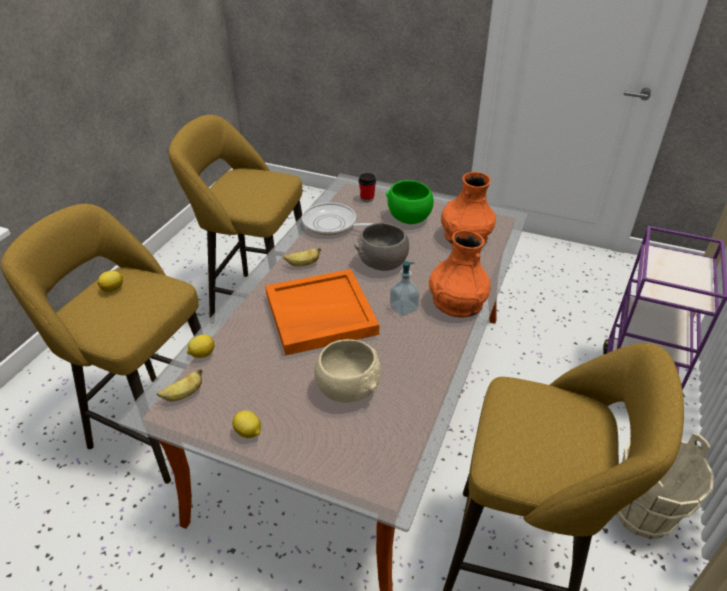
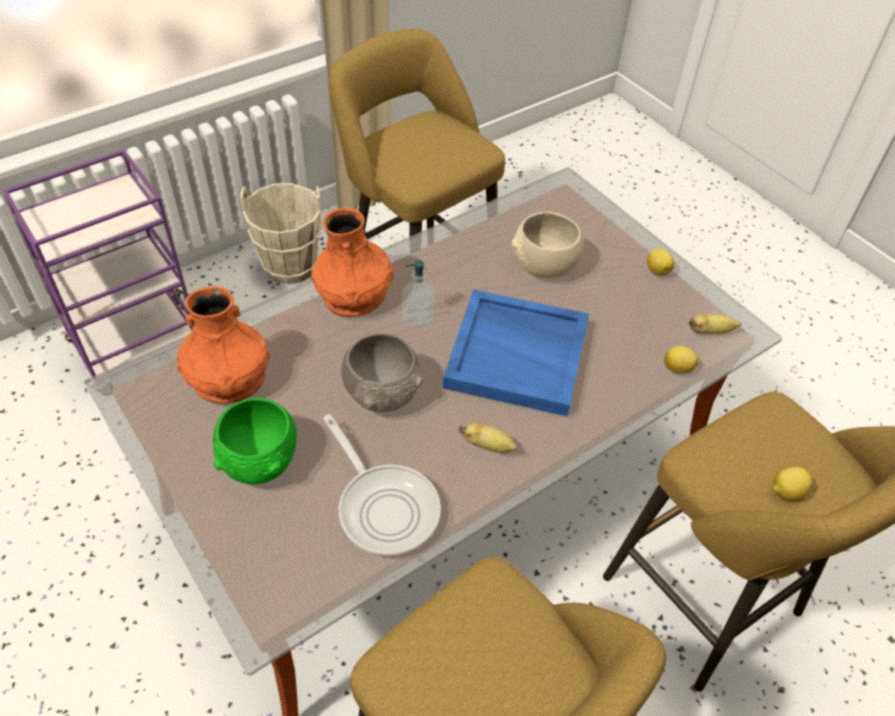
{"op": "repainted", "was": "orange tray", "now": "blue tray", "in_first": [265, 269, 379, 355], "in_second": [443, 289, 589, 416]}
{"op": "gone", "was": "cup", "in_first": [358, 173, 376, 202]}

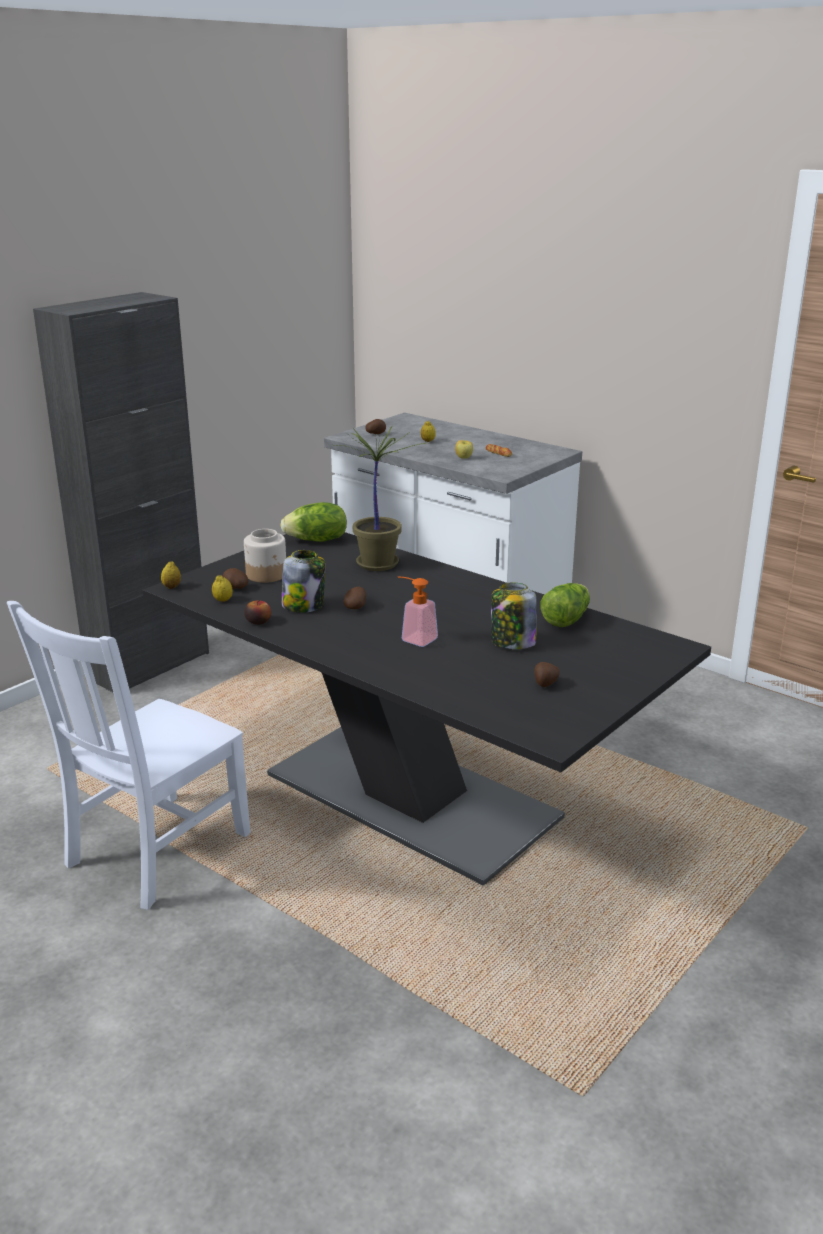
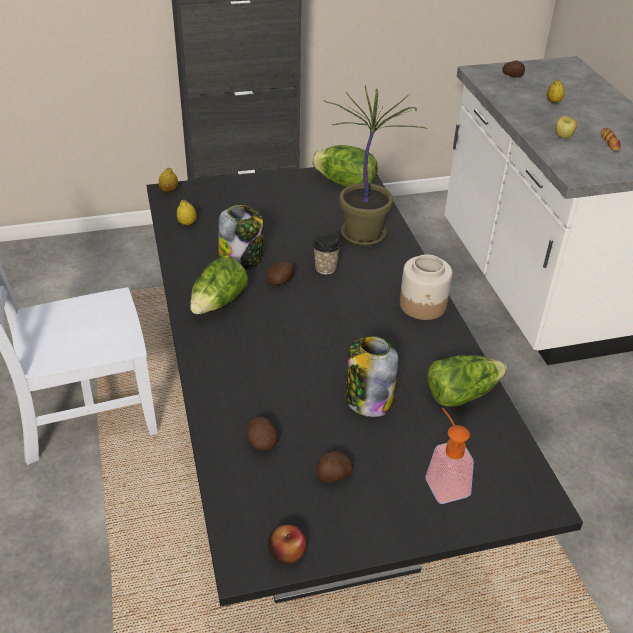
{"op": "new", "now": "lettuce", "in_second": [190, 257, 248, 314]}
{"op": "shifted", "was": "potato", "in_first": [222, 568, 248, 589], "in_second": [247, 417, 278, 451]}
{"op": "shifted", "was": "apple", "in_first": [244, 600, 271, 625], "in_second": [268, 524, 306, 564]}
{"op": "new", "now": "cup", "in_second": [313, 233, 341, 275]}
{"op": "shifted", "was": "jar", "in_first": [244, 529, 286, 583], "in_second": [400, 254, 452, 320]}
{"op": "shifted", "was": "soap dispenser", "in_first": [397, 576, 438, 647], "in_second": [425, 407, 474, 504]}

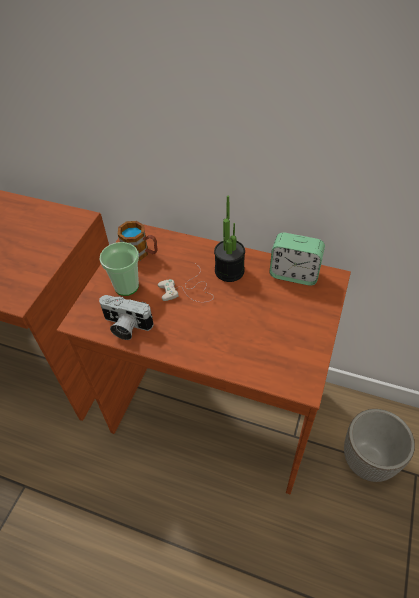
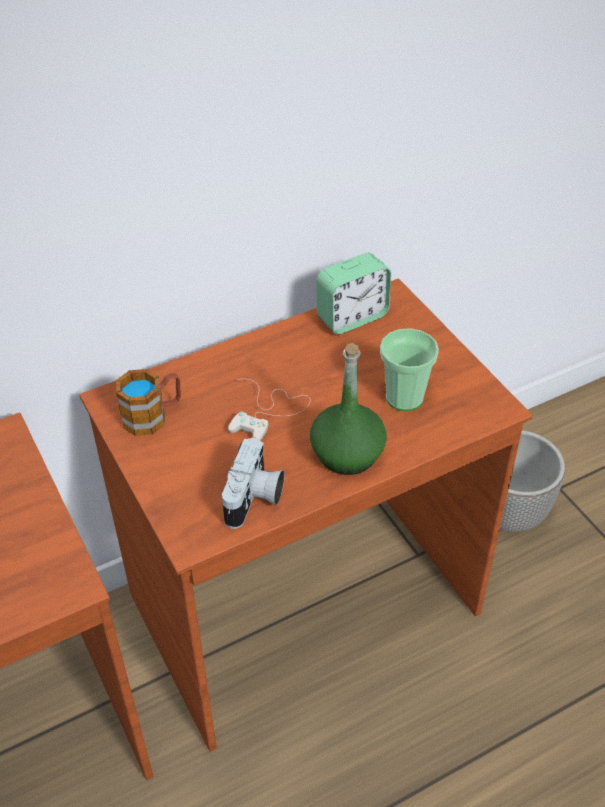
{"op": "rotated", "was": "photo camera", "in_first": [99, 295, 153, 340], "in_second": [222, 437, 284, 529], "clockwise": -45}
{"op": "new", "now": "green bottle", "in_second": [310, 343, 387, 475]}
{"op": "shifted", "was": "cup", "in_first": [99, 242, 139, 296], "in_second": [380, 328, 439, 411]}
{"op": "gone", "was": "potted plant", "in_first": [214, 196, 245, 282]}

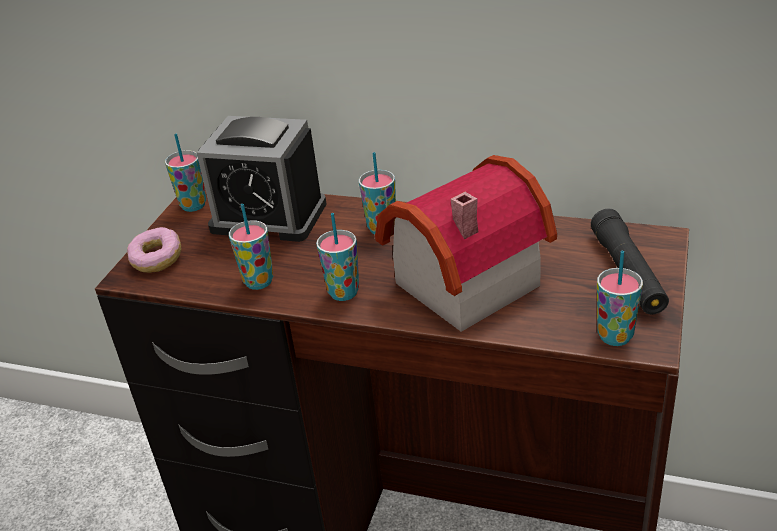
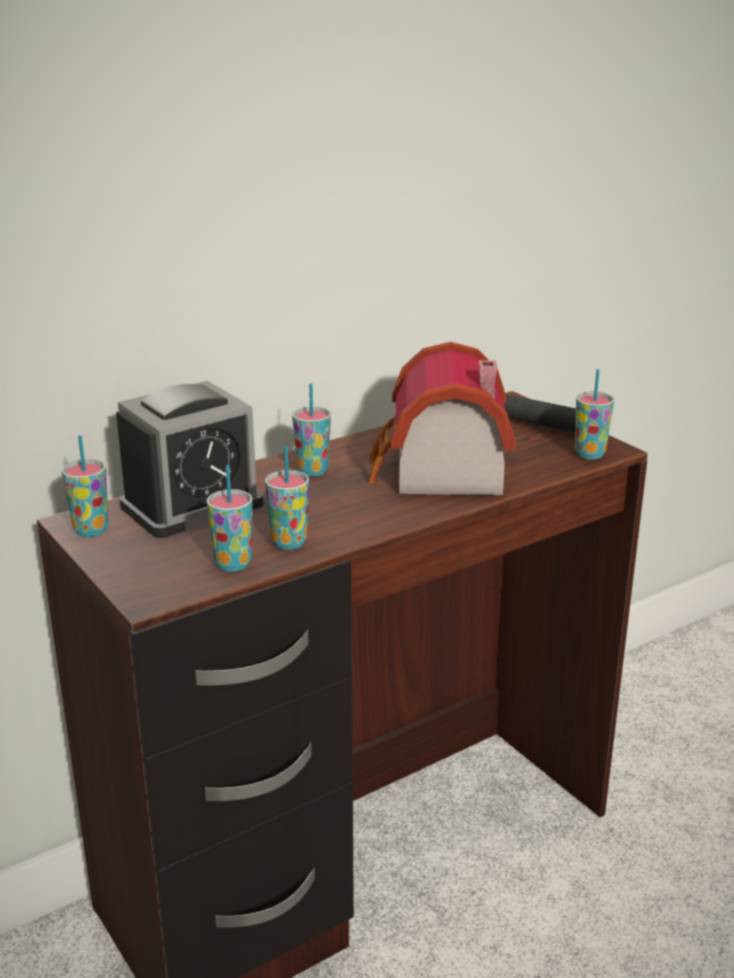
{"op": "shifted", "was": "cup", "in_first": [316, 213, 359, 301], "in_second": [207, 465, 253, 572]}
{"op": "gone", "was": "donut", "in_first": [127, 227, 181, 273]}

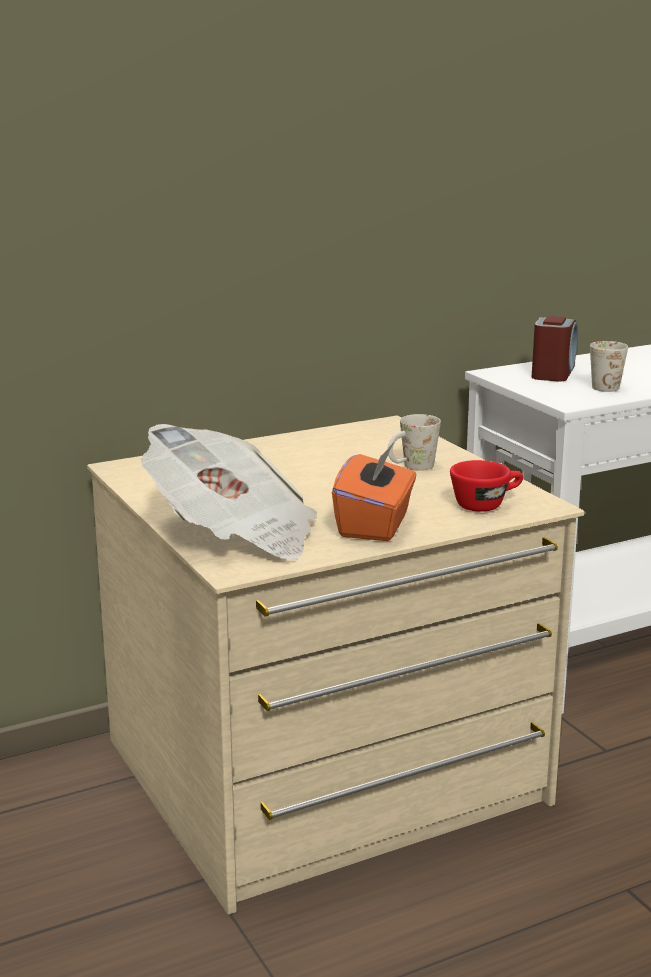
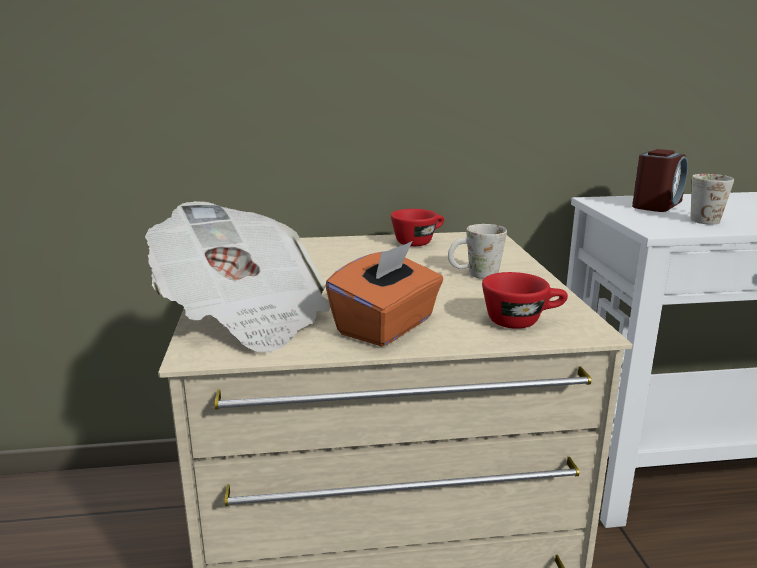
{"op": "new", "now": "red cup", "in_second": [391, 209, 444, 246]}

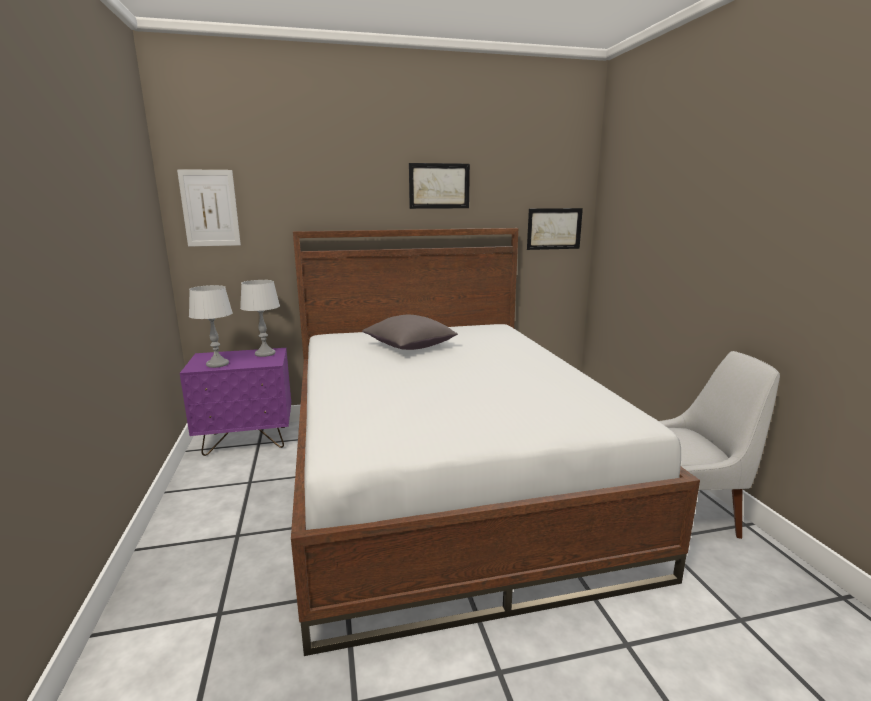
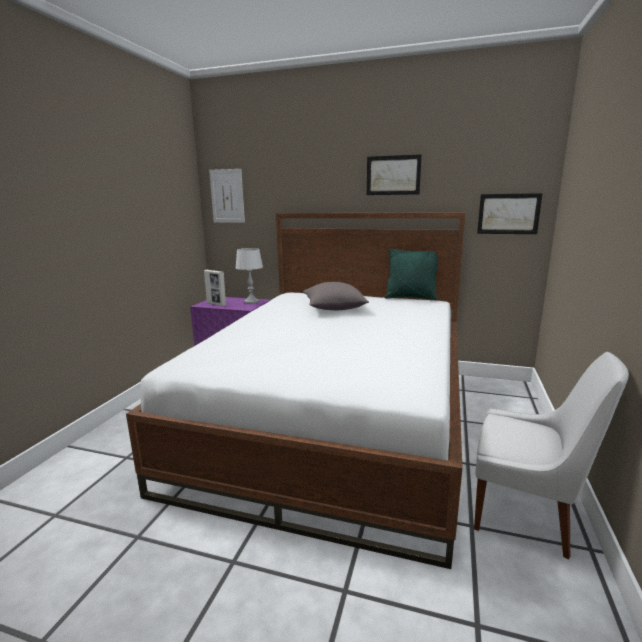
{"op": "swapped", "was": "grey table lamp", "now": "picture frame", "in_first": [189, 285, 233, 368], "in_second": [204, 270, 226, 306]}
{"op": "new", "now": "green pillow", "in_second": [384, 249, 438, 300]}

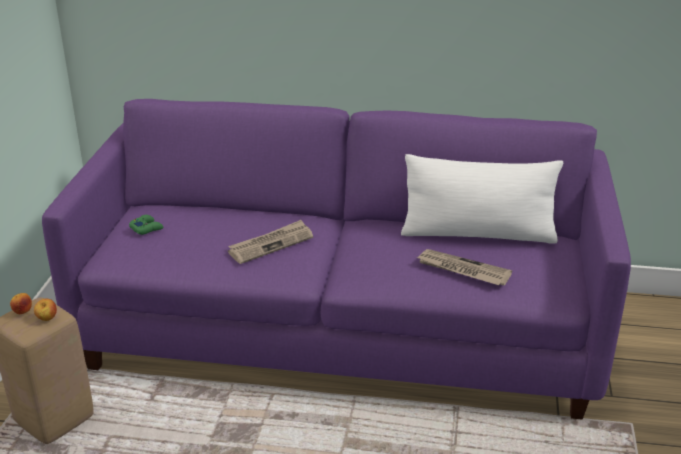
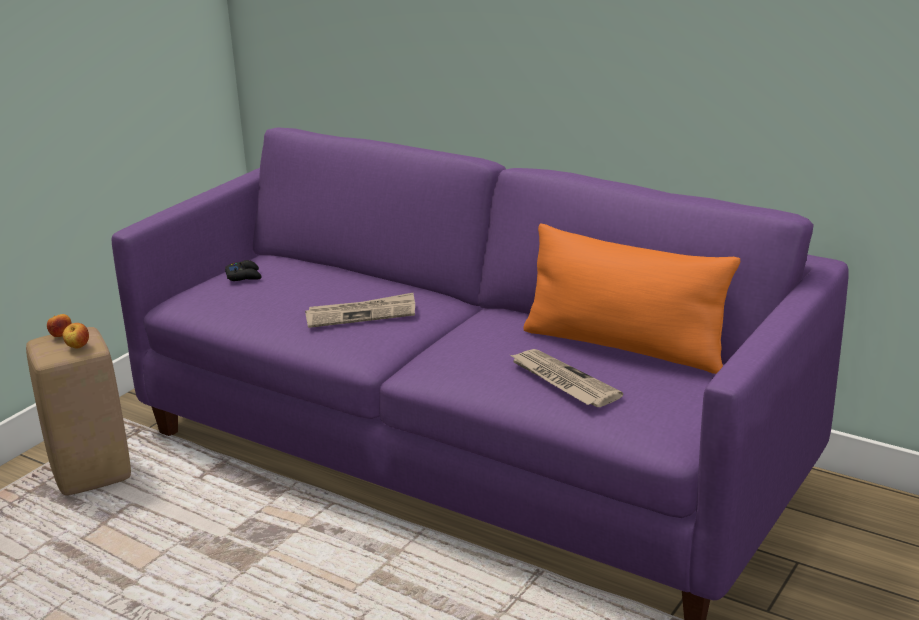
{"op": "repainted", "was": "green game controller", "now": "black game controller", "in_first": [129, 215, 163, 235], "in_second": [225, 260, 262, 281]}
{"op": "repainted", "was": "white pillow", "now": "orange pillow", "in_first": [401, 154, 563, 244], "in_second": [524, 223, 740, 374]}

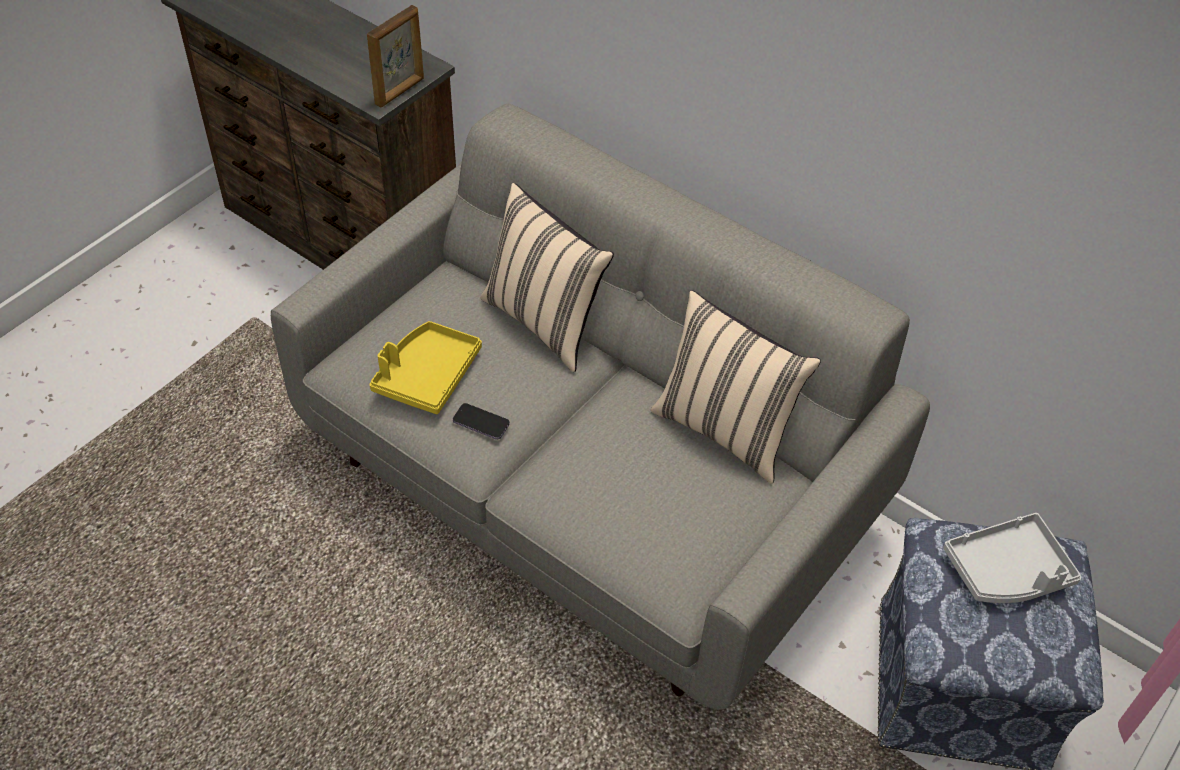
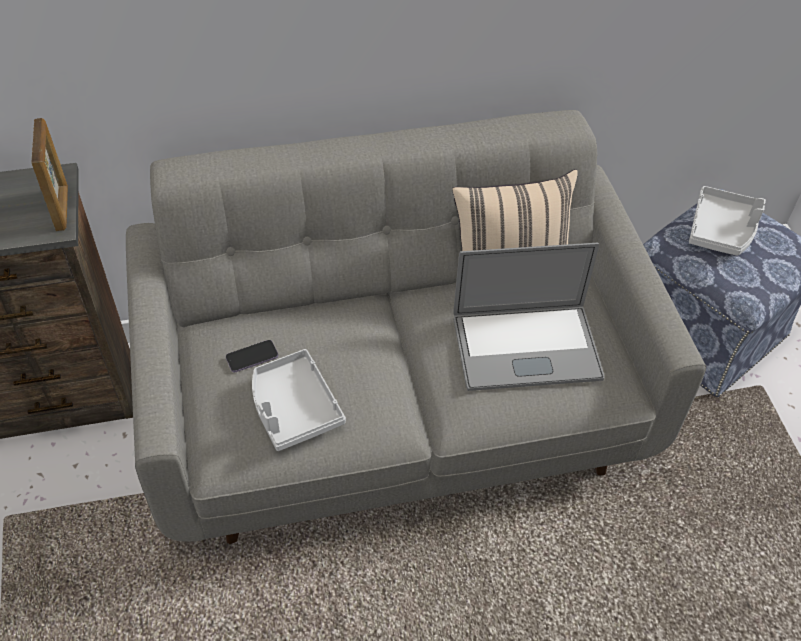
{"op": "shifted", "was": "phone", "in_first": [453, 403, 510, 440], "in_second": [226, 340, 278, 372]}
{"op": "repainted", "was": "yellow tray", "now": "grey tray", "in_first": [369, 321, 482, 414], "in_second": [252, 349, 346, 451]}
{"op": "new", "now": "laptop", "in_second": [453, 243, 604, 391]}
{"op": "gone", "was": "beige pillow", "in_first": [480, 183, 614, 372]}

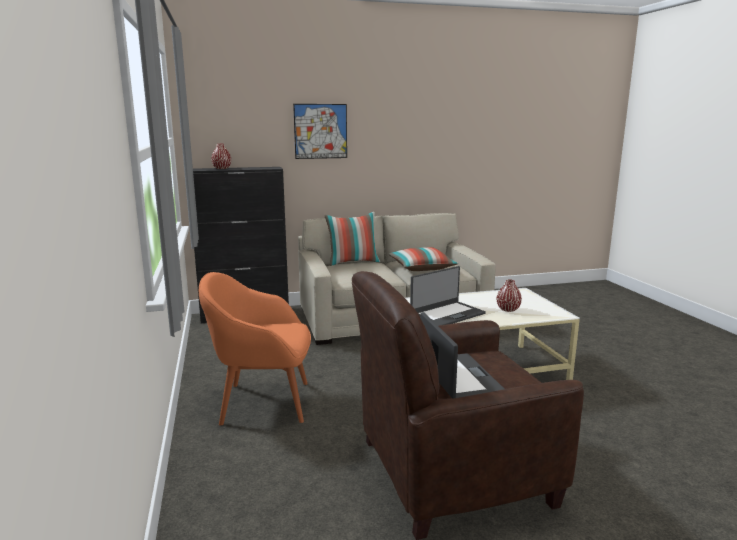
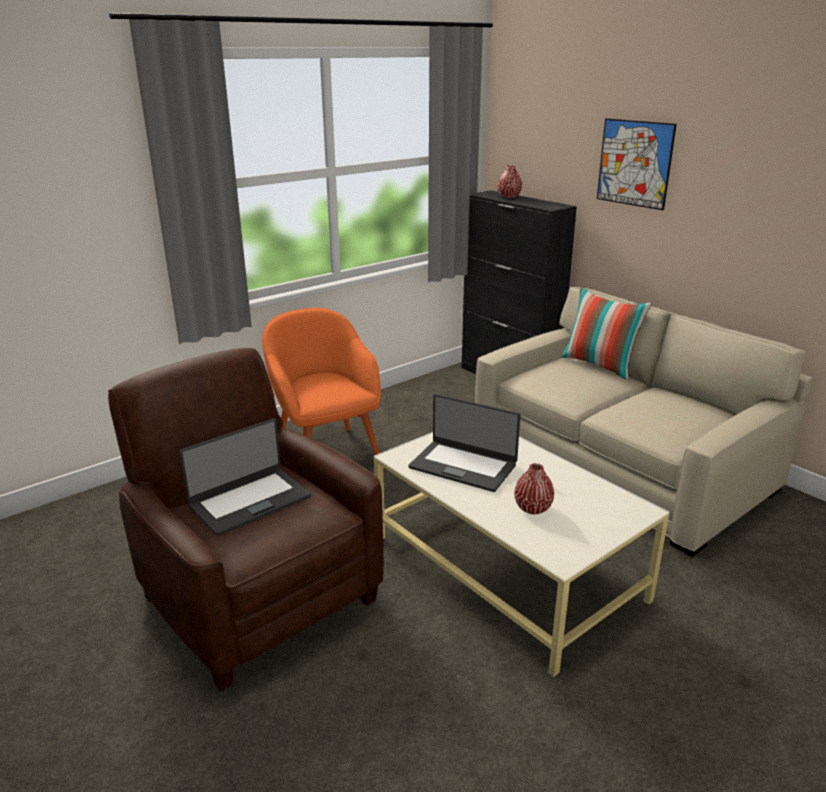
{"op": "gone", "was": "pillow", "in_first": [388, 247, 458, 271]}

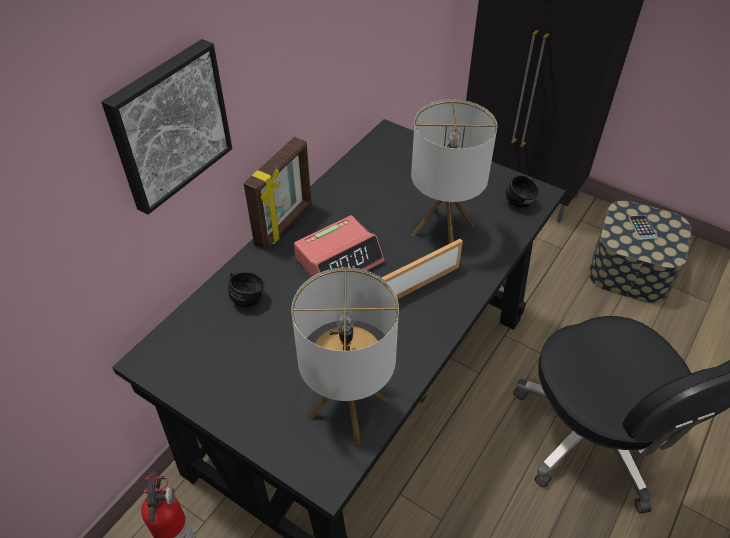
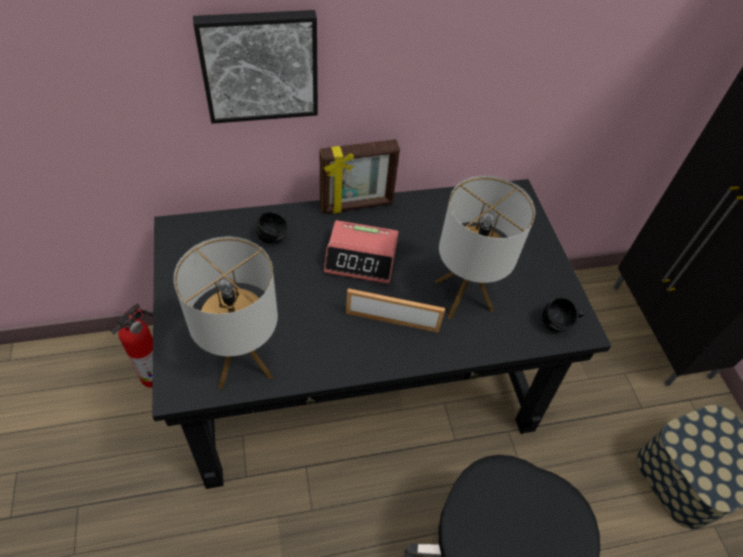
{"op": "gone", "was": "phone", "in_first": [629, 215, 658, 240]}

